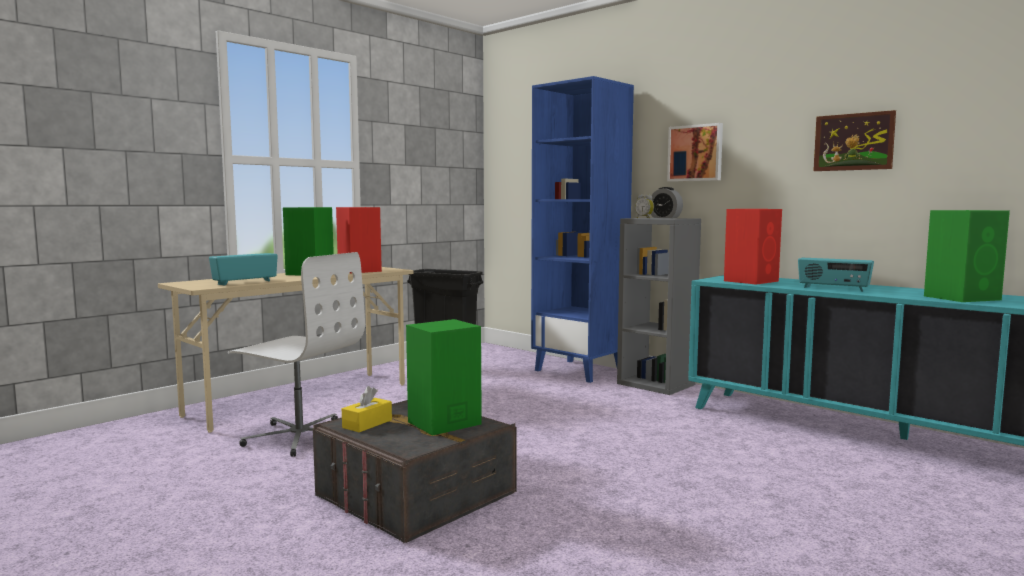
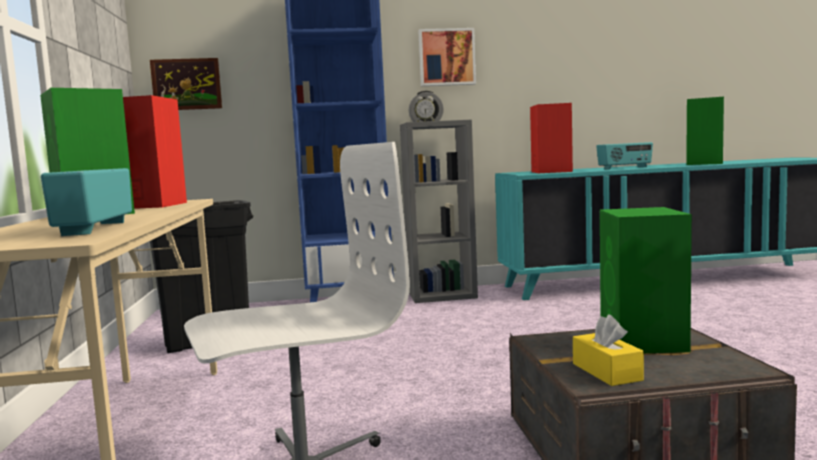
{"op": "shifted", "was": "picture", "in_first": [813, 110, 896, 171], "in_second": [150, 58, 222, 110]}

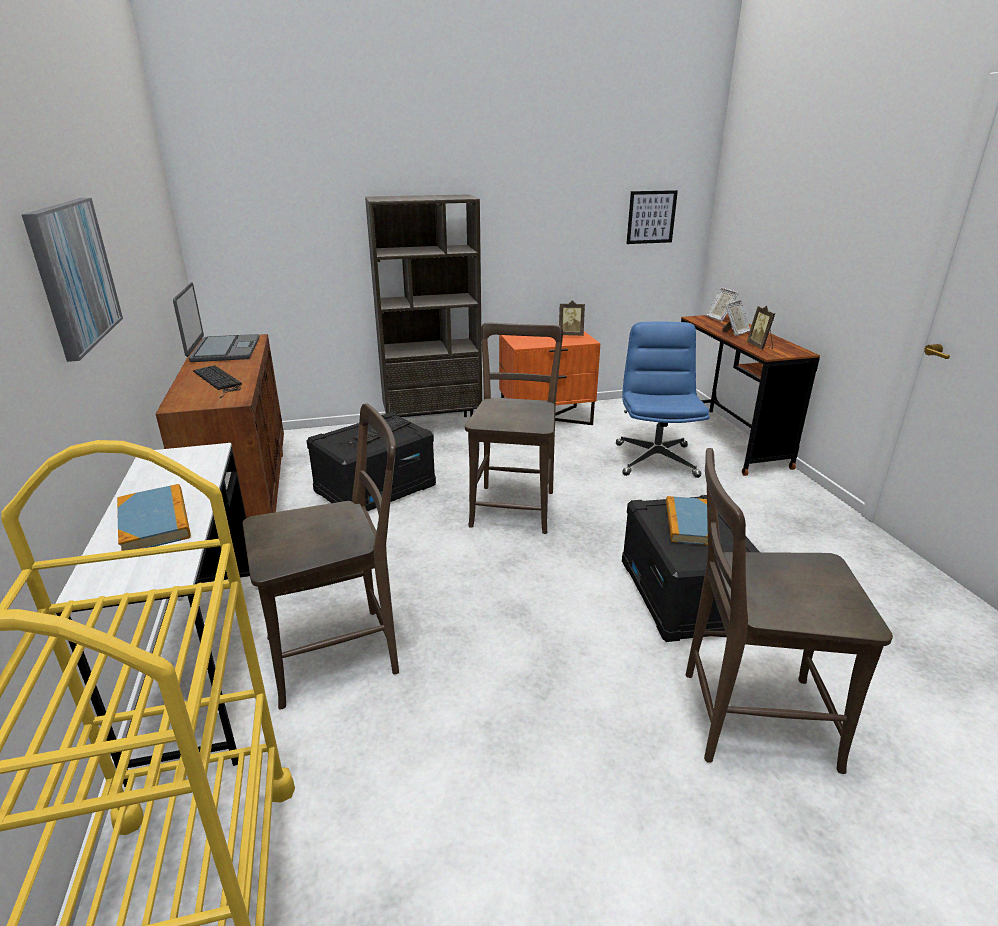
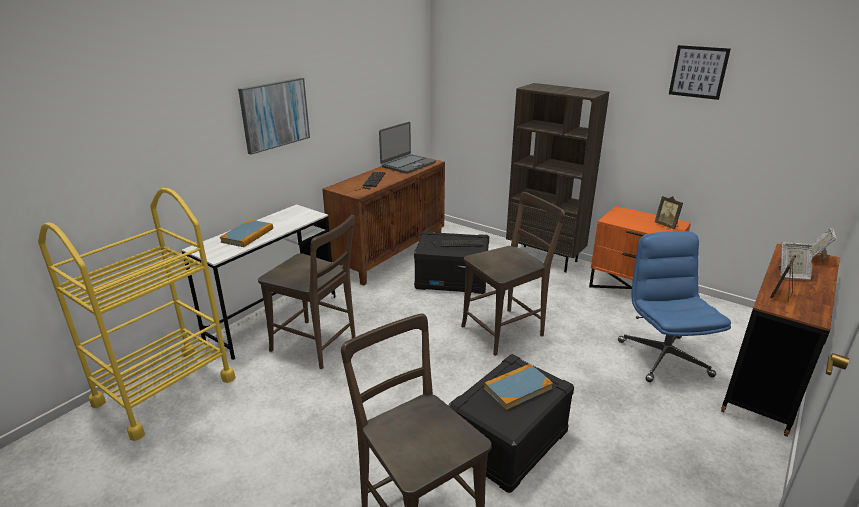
{"op": "rotated", "was": "blue office chair", "in_first": [616, 321, 710, 478], "in_second": [618, 231, 731, 382], "clockwise": -60}
{"op": "shifted", "was": "picture", "in_first": [626, 190, 678, 244], "in_second": [669, 45, 731, 100]}

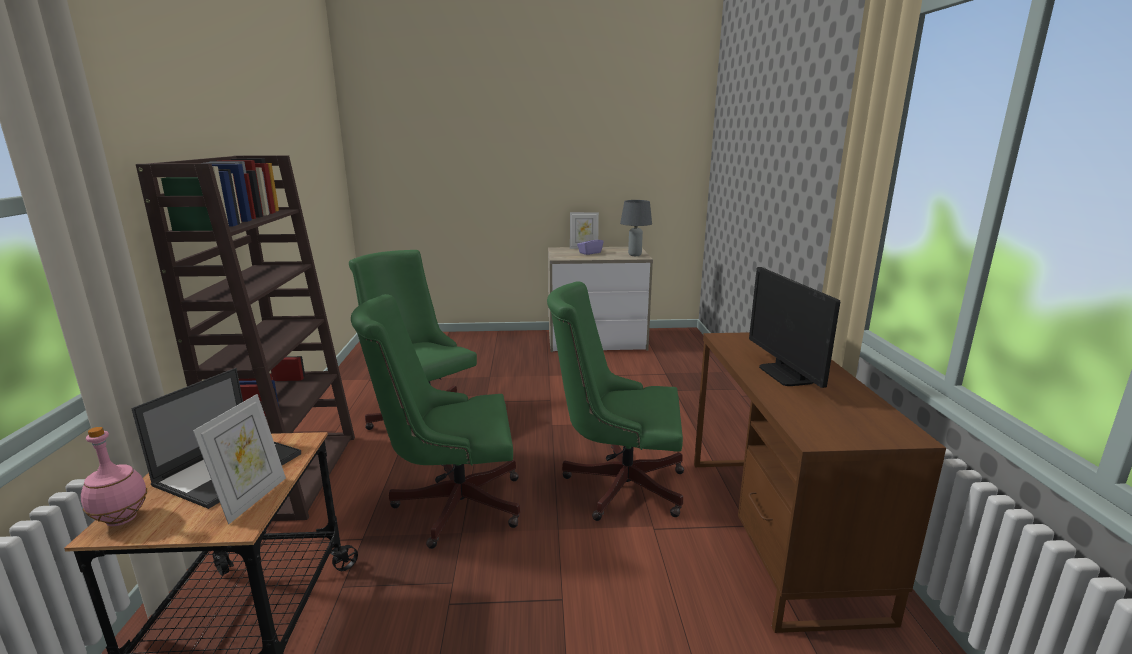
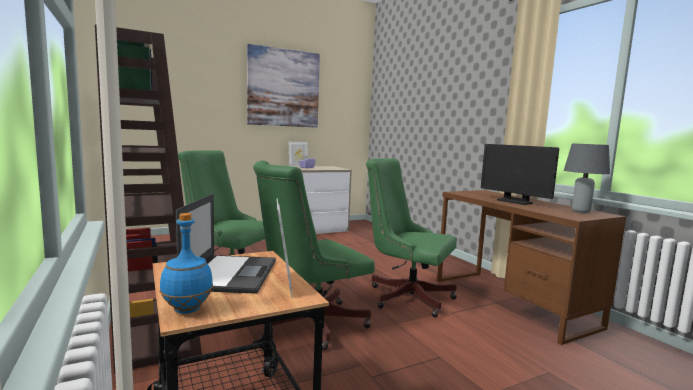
{"op": "repainted", "was": "pink bottle", "now": "blue bottle", "in_first": [81, 427, 147, 526], "in_second": [160, 213, 213, 314]}
{"op": "new", "now": "picture", "in_second": [247, 44, 320, 128]}
{"op": "rotated", "was": "green office chair", "in_first": [547, 281, 684, 521], "in_second": [366, 158, 457, 317], "clockwise": 45}
{"op": "shifted", "was": "grey table lamp", "in_first": [620, 200, 652, 256], "in_second": [564, 143, 610, 213]}

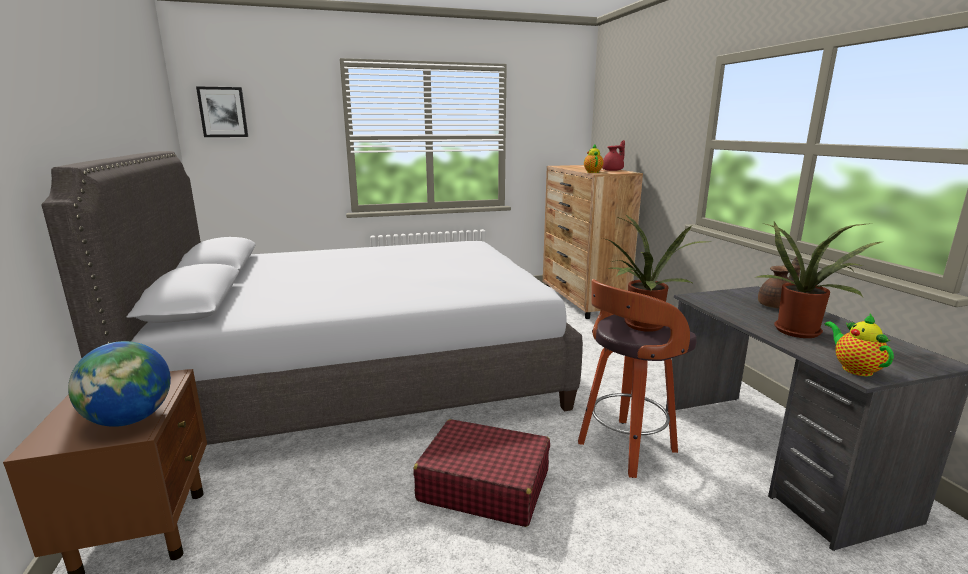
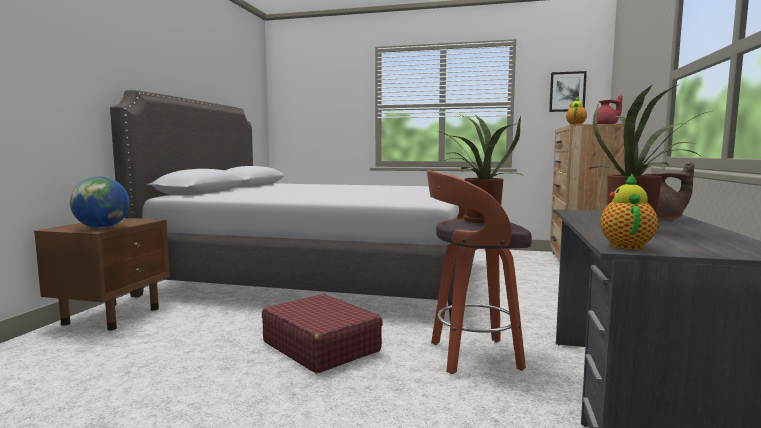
{"op": "shifted", "was": "picture", "in_first": [196, 86, 248, 137], "in_second": [549, 71, 587, 112]}

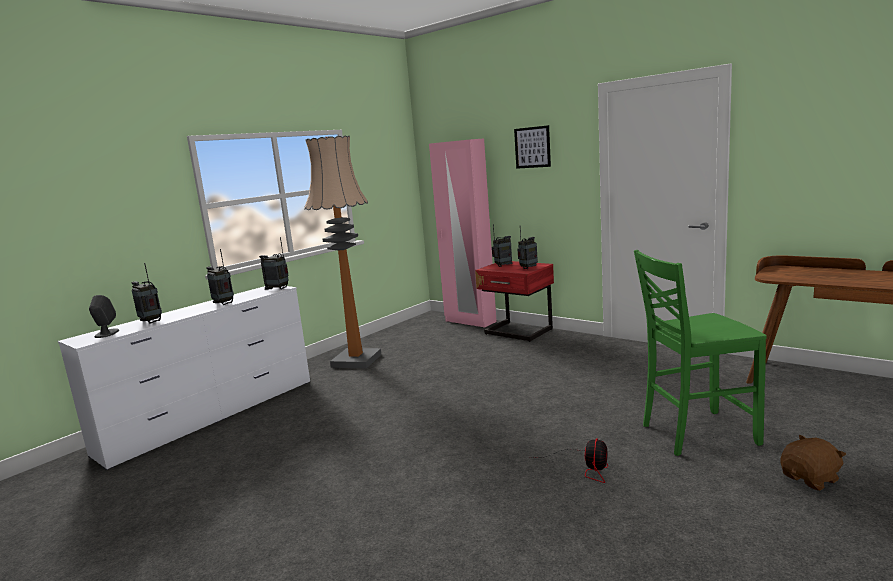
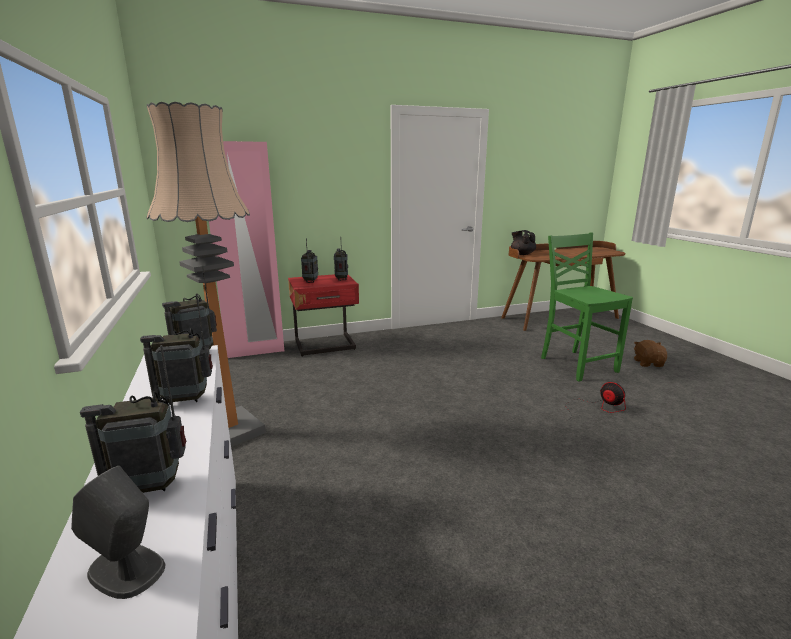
{"op": "new", "now": "black teapot", "in_second": [511, 230, 536, 255]}
{"op": "rotated", "was": "green chair", "in_first": [634, 250, 767, 456], "in_second": [541, 233, 633, 381], "clockwise": 135}
{"op": "gone", "was": "picture", "in_first": [514, 125, 551, 169]}

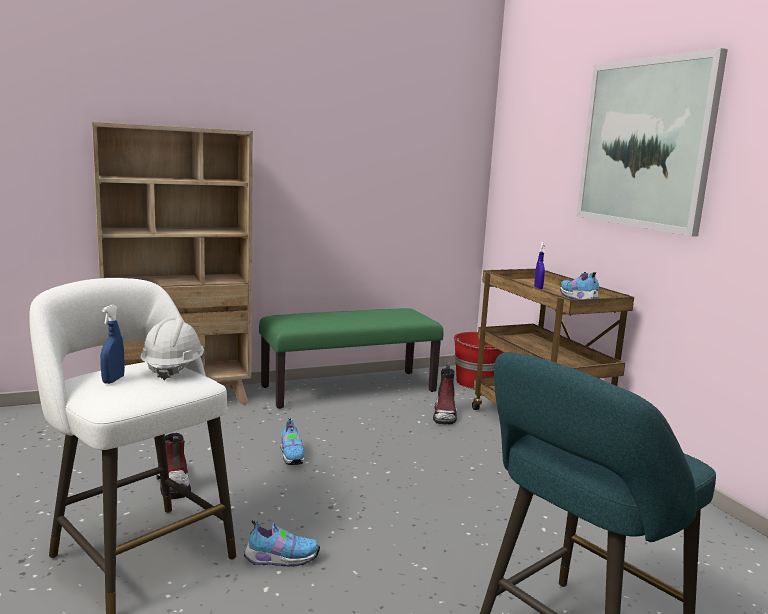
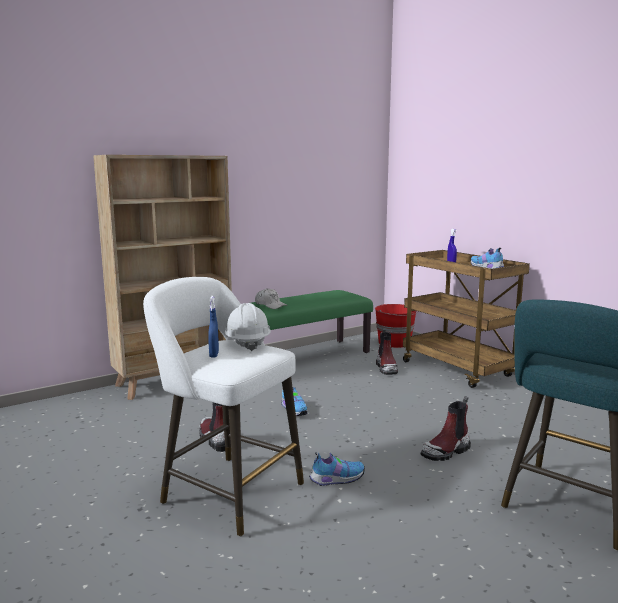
{"op": "new", "now": "white cap", "in_second": [255, 288, 287, 309]}
{"op": "new", "now": "boot", "in_second": [421, 396, 471, 461]}
{"op": "gone", "was": "picture", "in_first": [576, 48, 728, 236]}

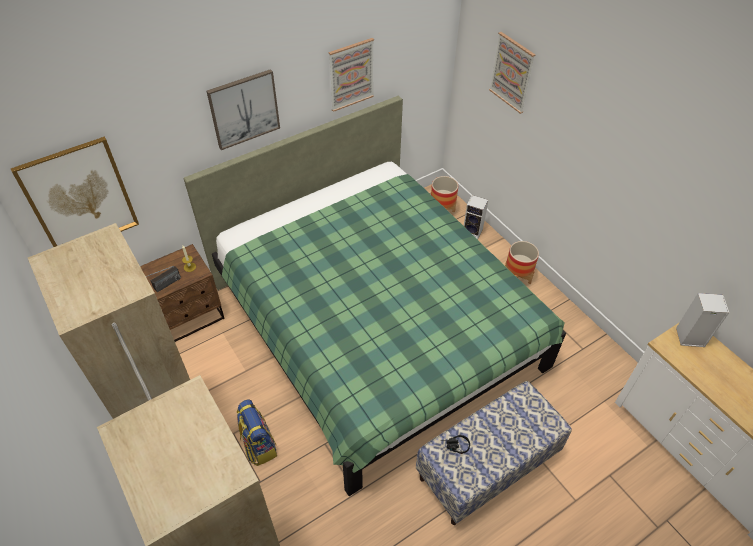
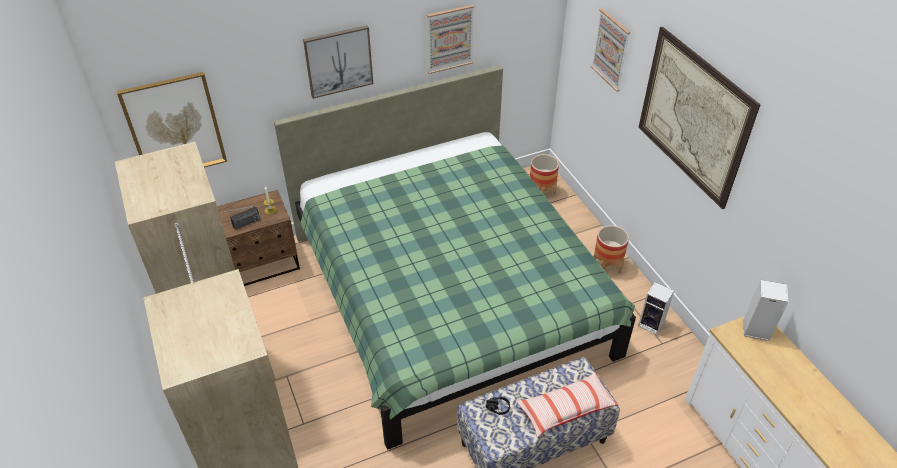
{"op": "new", "now": "pillow", "in_second": [516, 372, 618, 437]}
{"op": "new", "now": "picture", "in_second": [638, 27, 760, 209]}
{"op": "shifted", "was": "speaker", "in_first": [464, 195, 488, 239], "in_second": [638, 282, 674, 335]}
{"op": "gone", "was": "backpack", "in_first": [236, 399, 277, 466]}

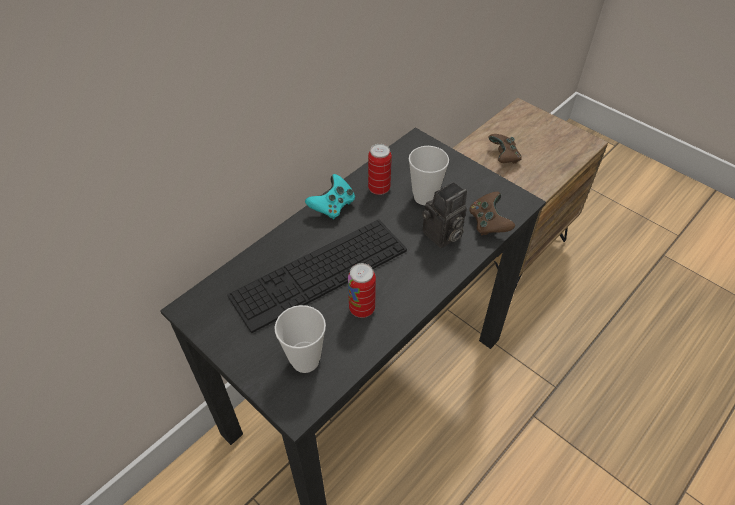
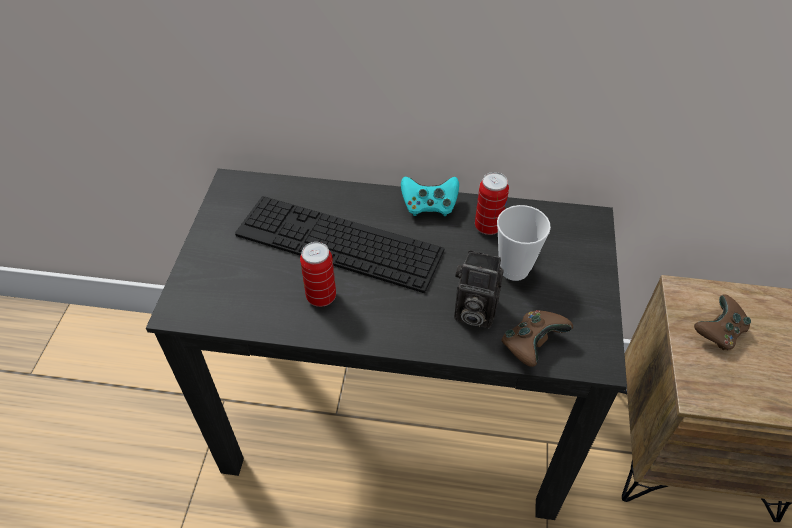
{"op": "gone", "was": "cup", "in_first": [274, 305, 326, 373]}

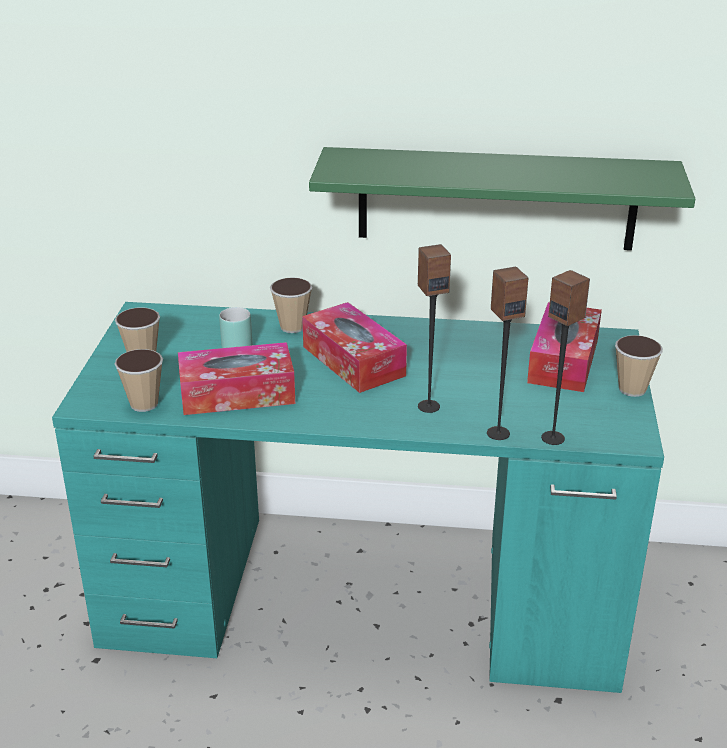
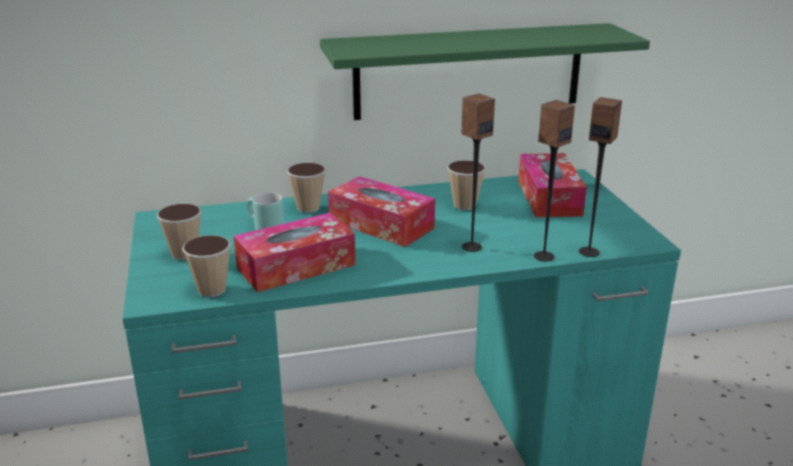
{"op": "shifted", "was": "cup", "in_first": [615, 335, 663, 397], "in_second": [447, 160, 486, 210]}

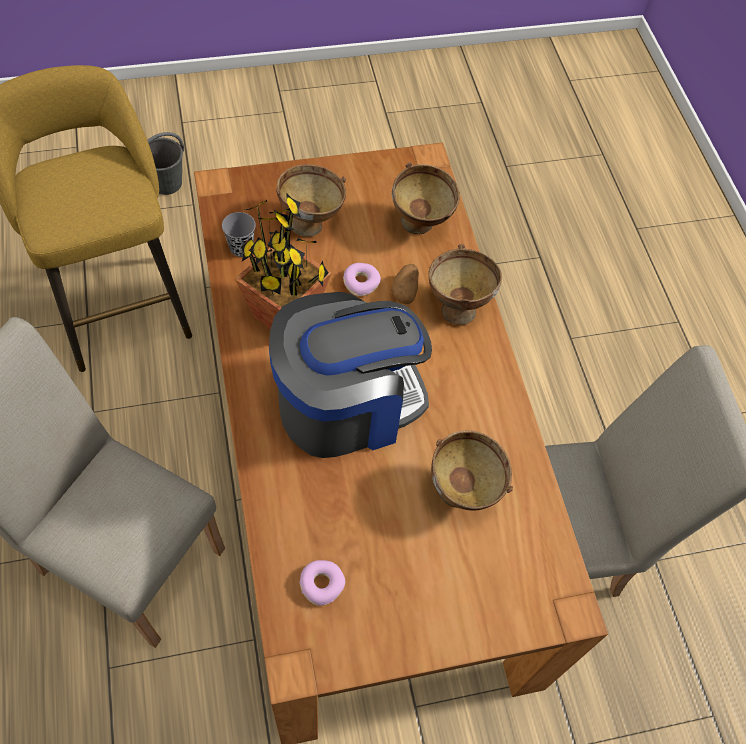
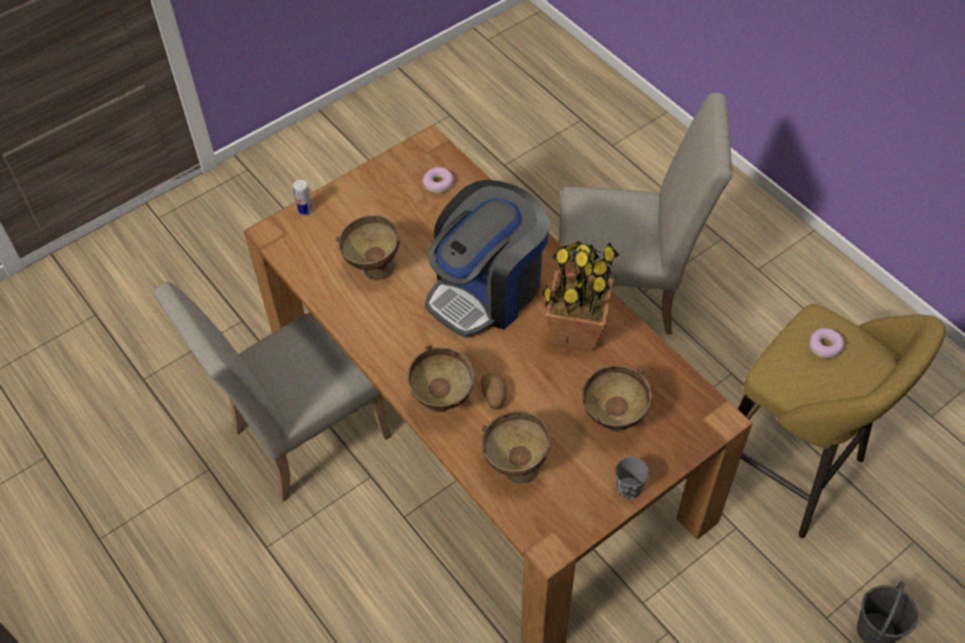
{"op": "new", "now": "can", "in_second": [293, 180, 313, 216]}
{"op": "shifted", "was": "grey cup", "in_first": [222, 212, 256, 257], "in_second": [615, 457, 649, 499]}
{"op": "shifted", "was": "donut", "in_first": [343, 263, 381, 296], "in_second": [809, 328, 844, 359]}

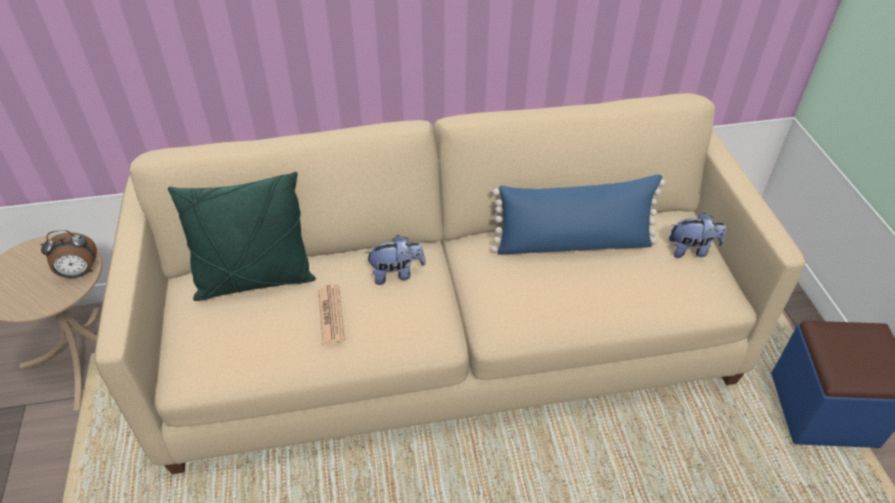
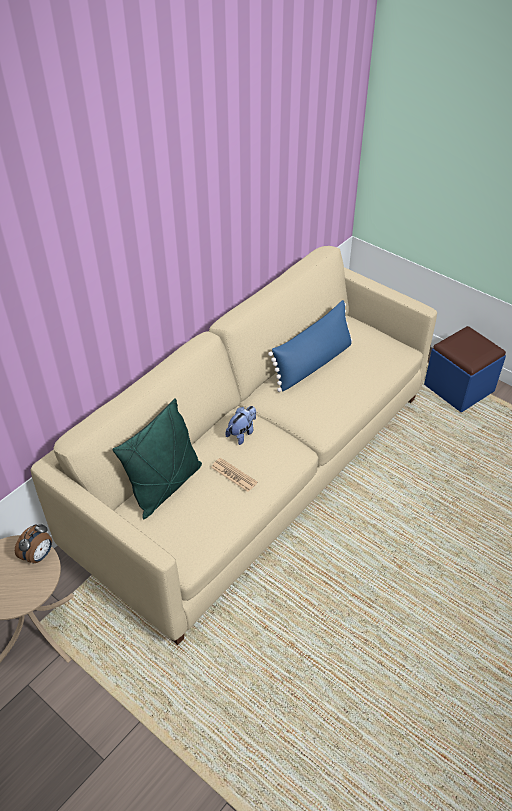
{"op": "gone", "was": "plush toy", "in_first": [669, 213, 726, 258]}

